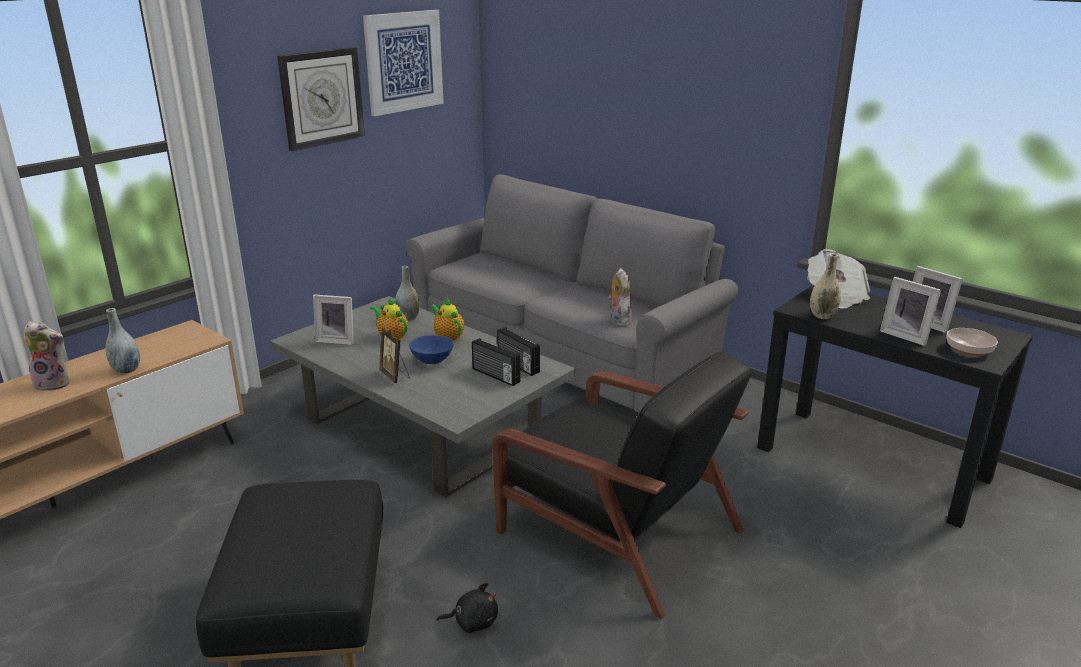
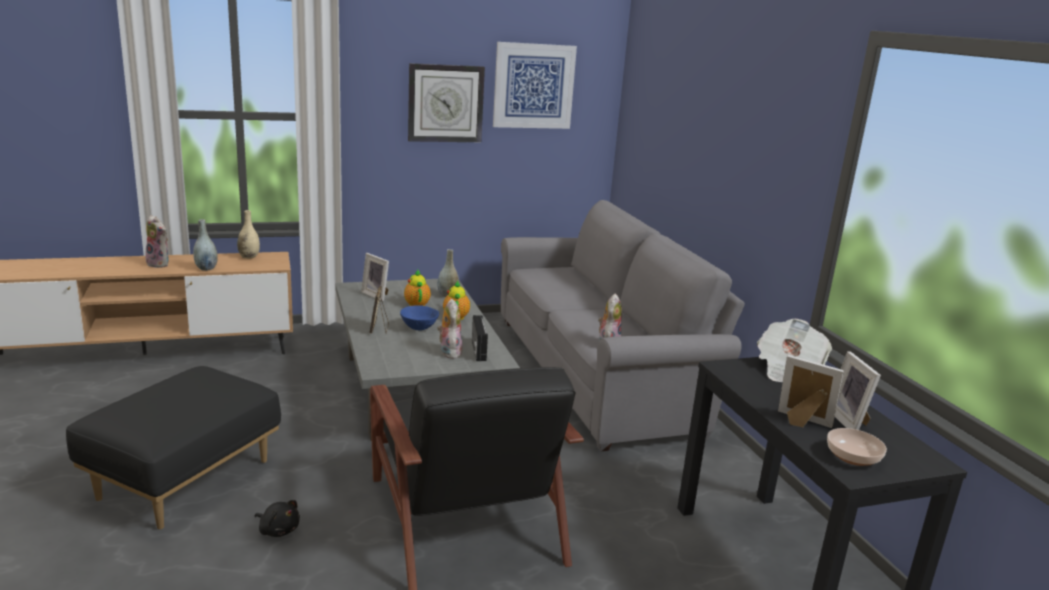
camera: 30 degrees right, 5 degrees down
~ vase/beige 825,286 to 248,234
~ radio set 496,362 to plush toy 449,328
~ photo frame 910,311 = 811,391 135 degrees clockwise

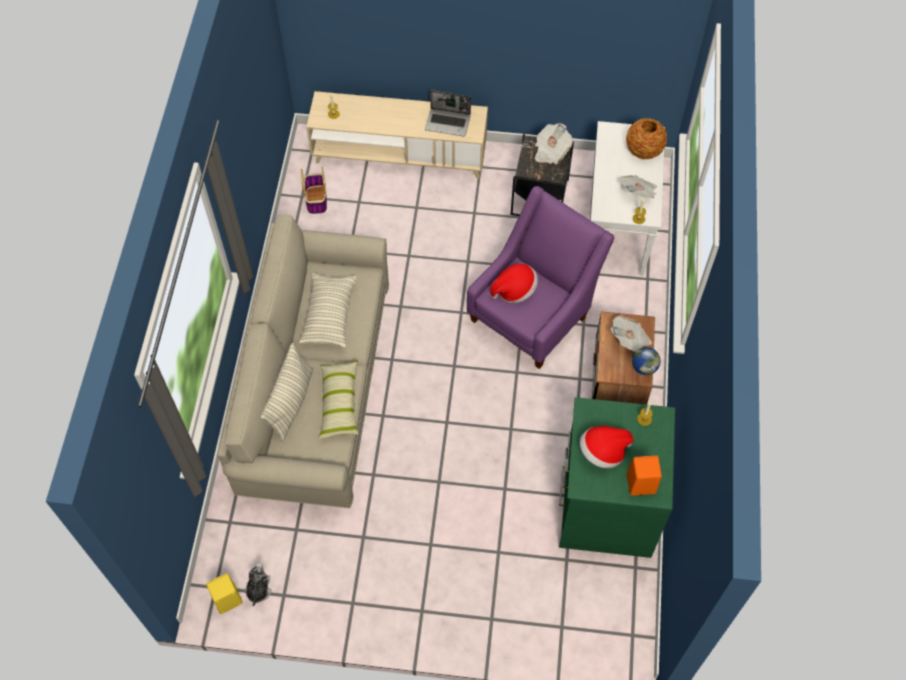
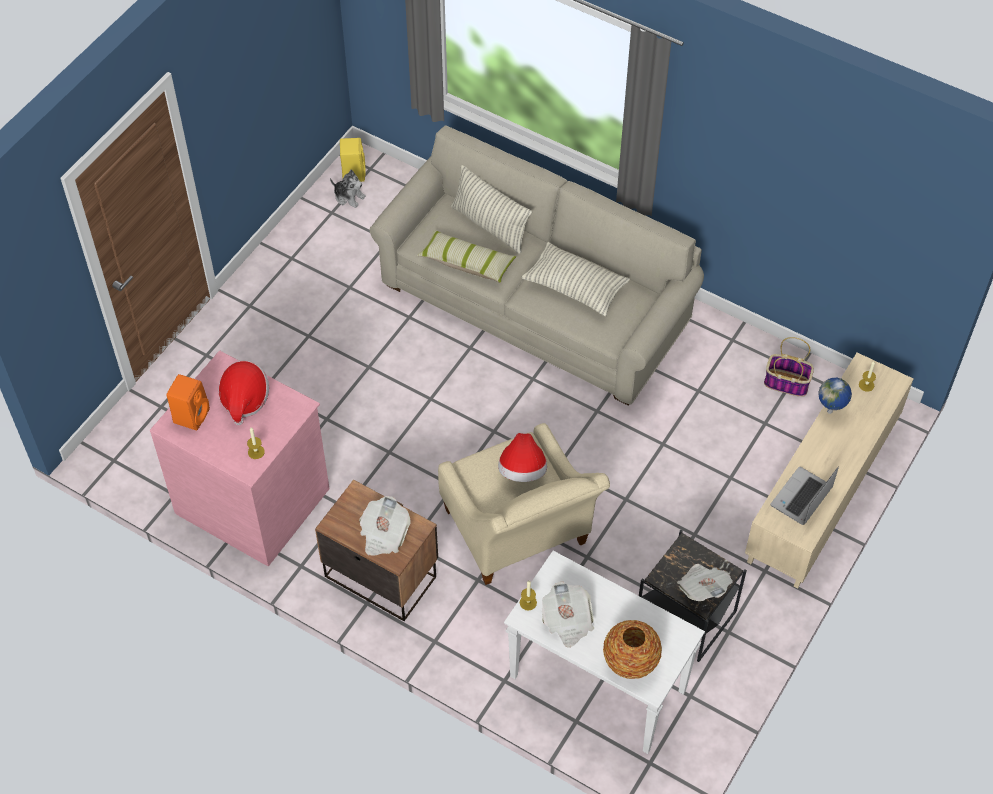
camera: 115 degrees right, 5 degrees down
~ chest of drawers/green 617,477 to chest of drawers/pinkish 240,458
~ easy chair/purple 540,277 to easy chair/beige 524,504
~ desk globe 646,361 to 835,396

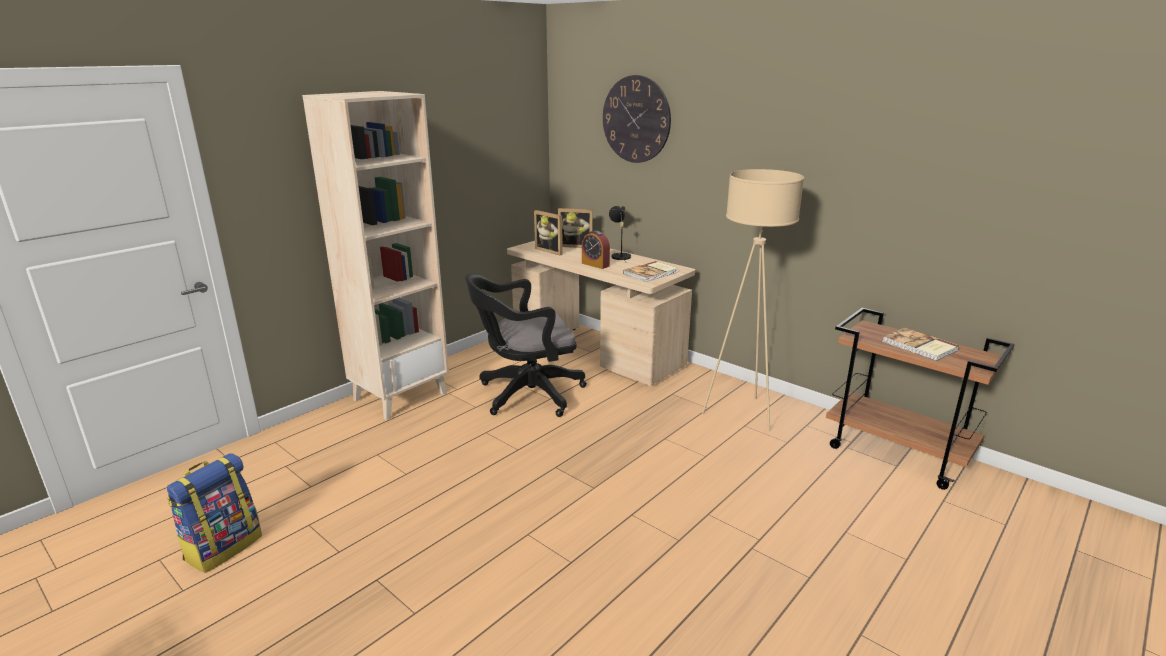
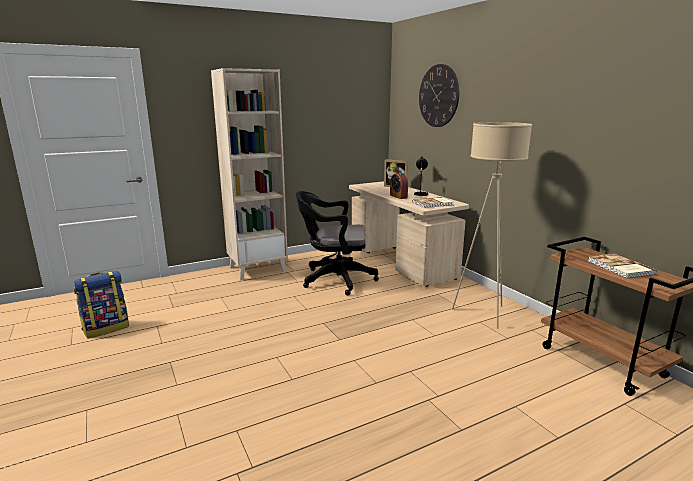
camera: 20 degrees right, 5 degrees down
- photo frame 548,232

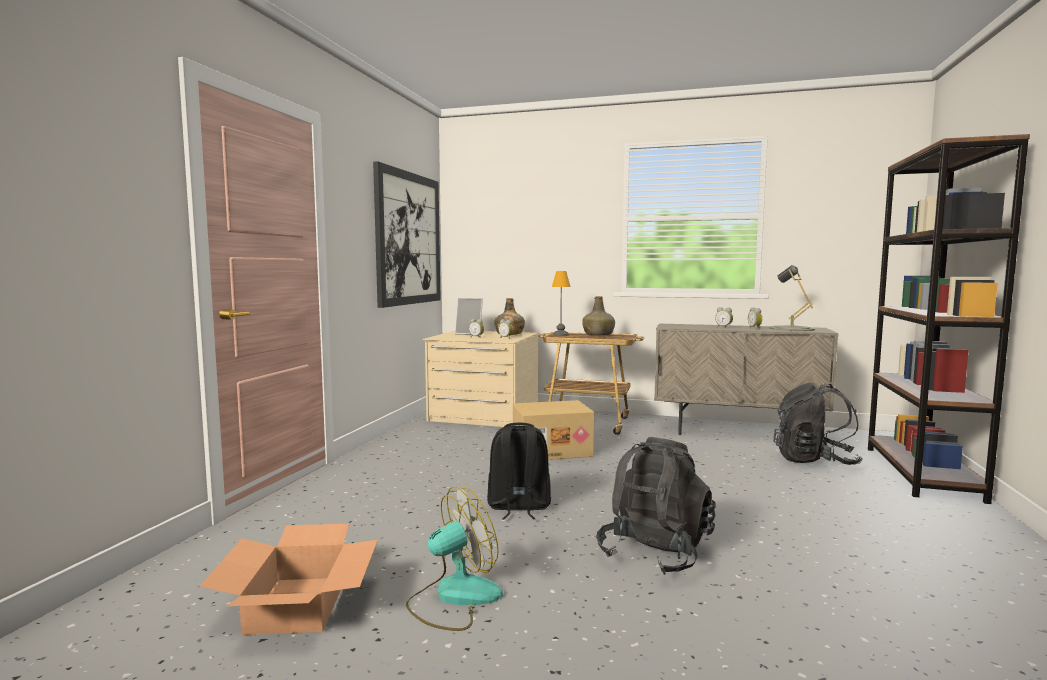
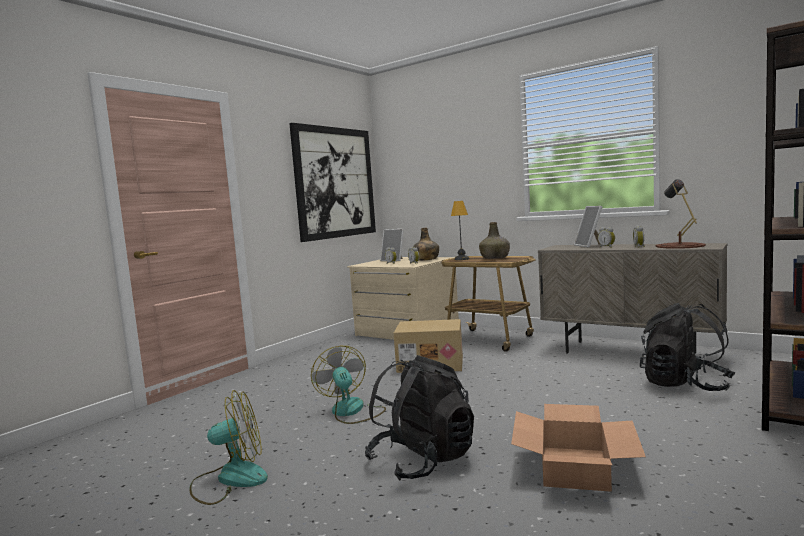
camera: 20 degrees right, 0 degrees up
~ rucksack/black-coloured 519,471 to fan 348,385
~ packing box 289,579 to 578,448
+ photo frame 588,226
~ table lamp/greyish 792,298 to table lamp/brown-coloured 681,214

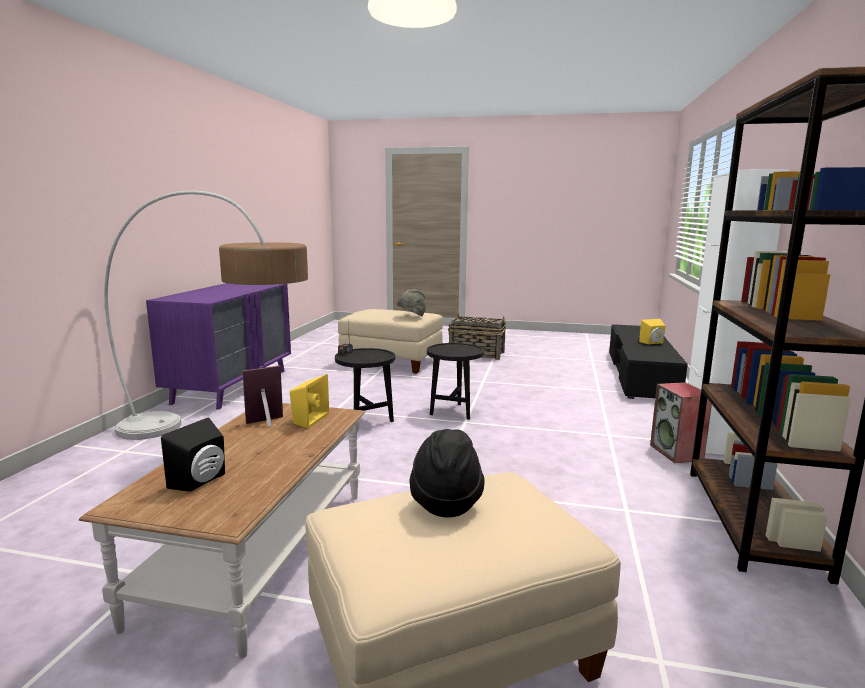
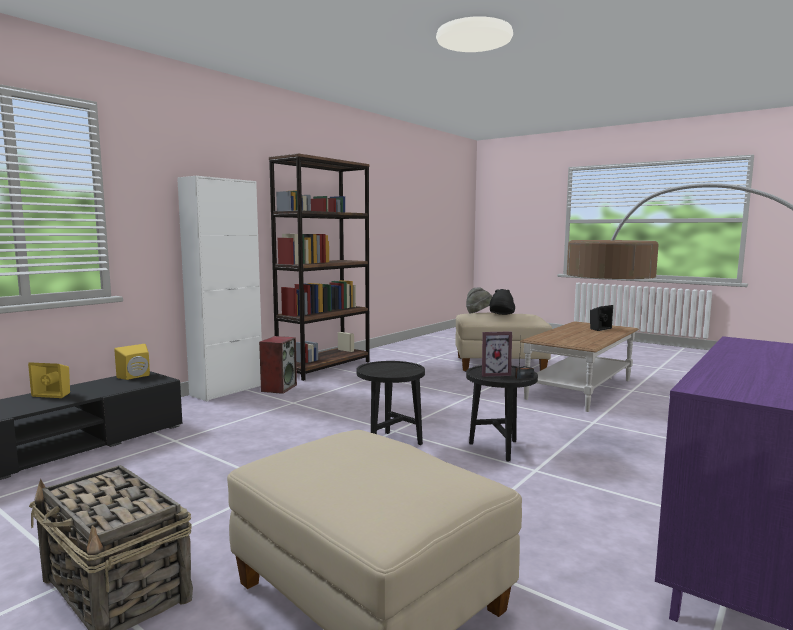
camera: 155 degrees left, 5 degrees down
~ loudspeaker/yellow 309,401 to 132,362
~ hat/greyish 411,302 to 479,300
~ photo frame 262,395 to 497,354

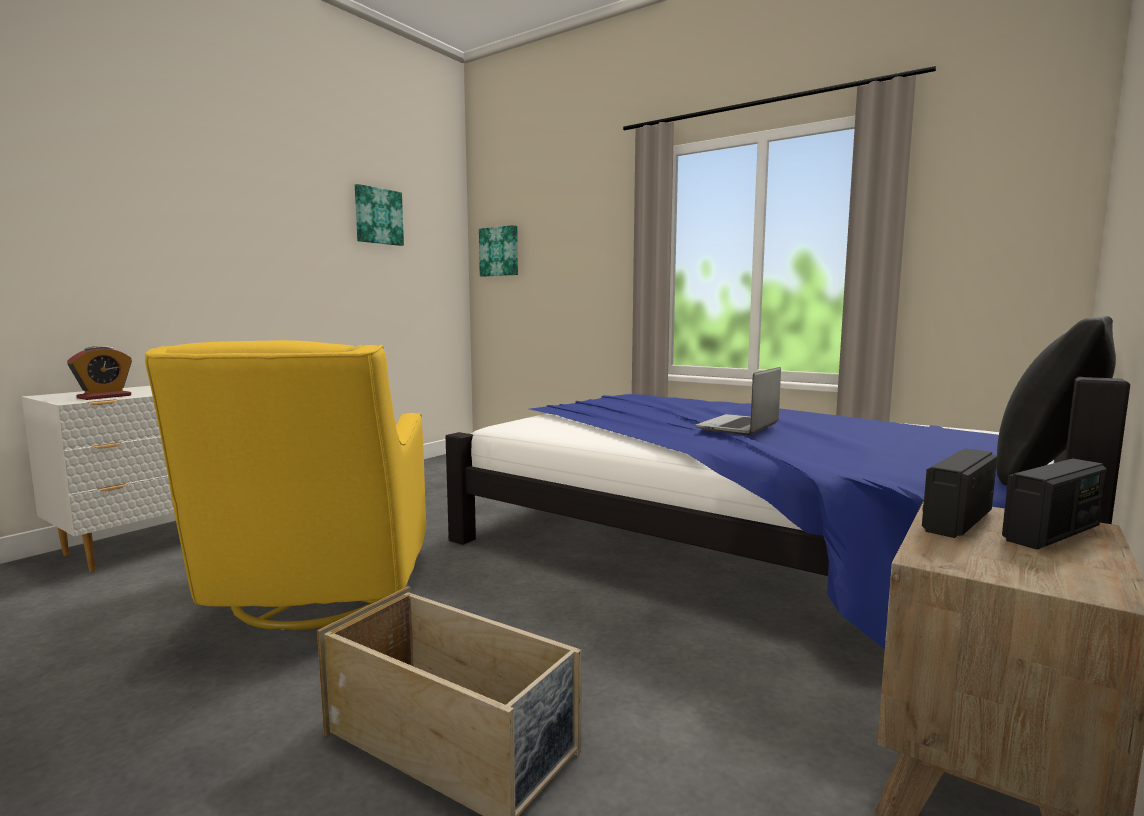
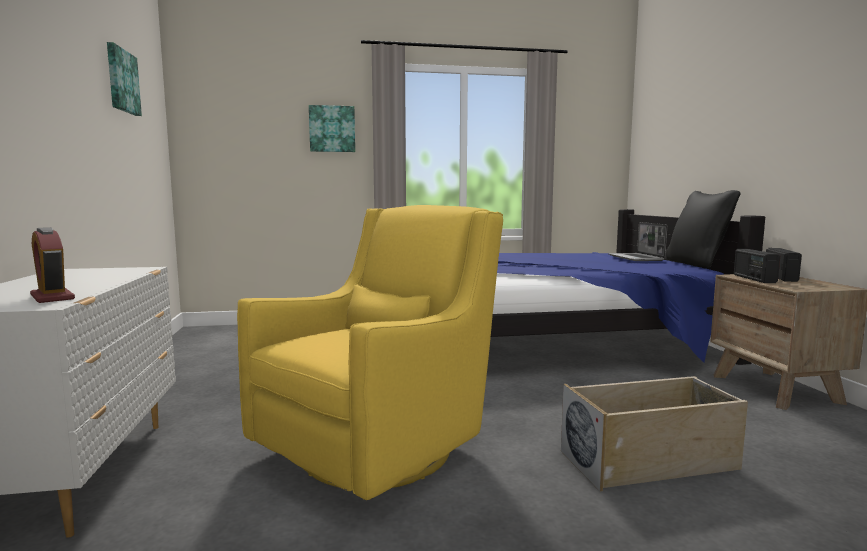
camera: 45 degrees left, 0 degrees up
~ alarm clock 99,373 = 52,265 150 degrees clockwise
~ easy chair/yellow 285,485 = 370,352 90 degrees counterclockwise
~ wall art 498,251 to 332,128
~ laptop 738,401 to 637,241

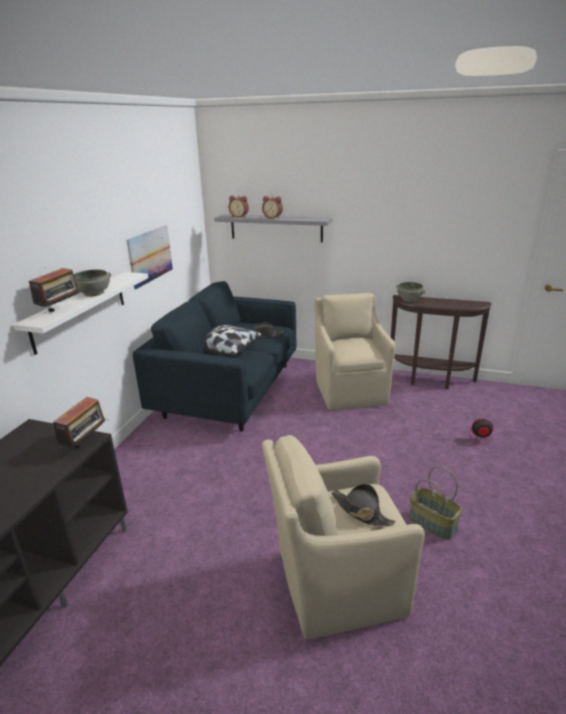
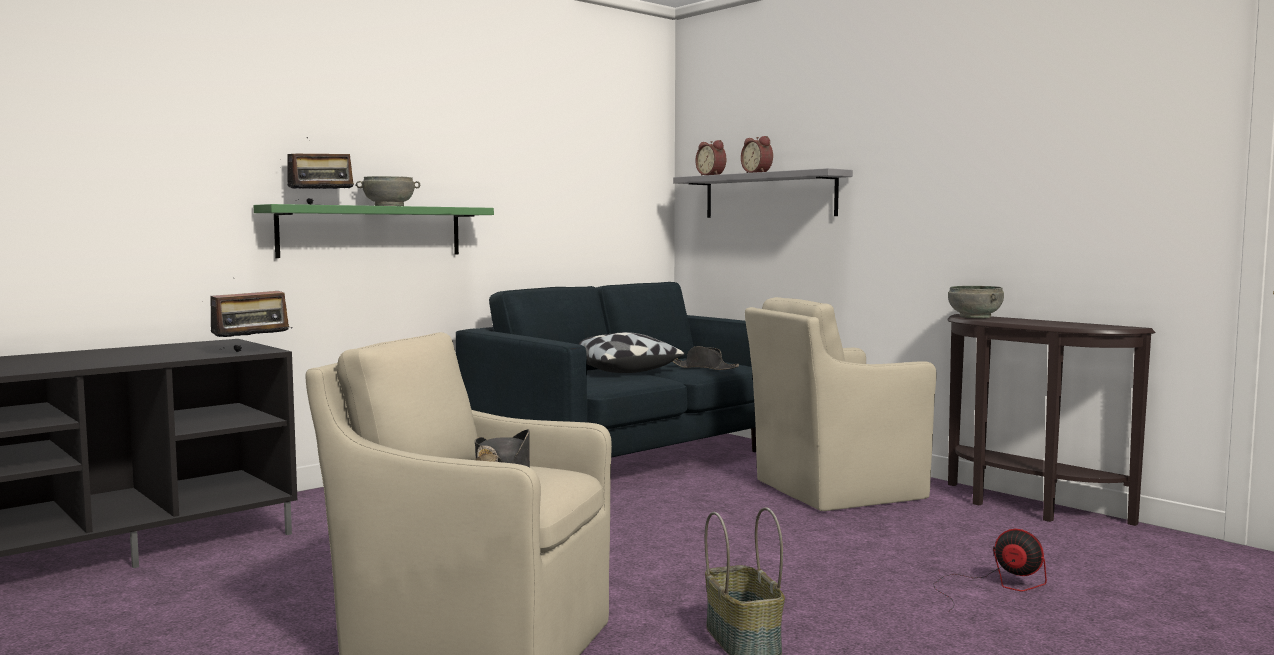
camera: 30 degrees right, 20 degrees down
~ wall shelf/white-coloured 80,313 to wall shelf/green 374,231
~ easy chair/beige 354,351 = 841,404 135 degrees counterclockwise
- wall art 149,257

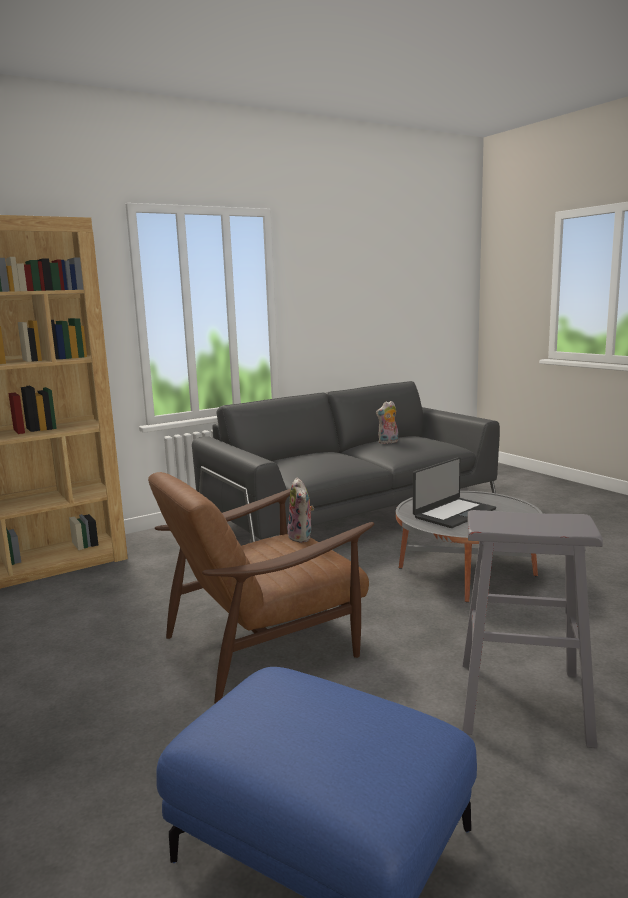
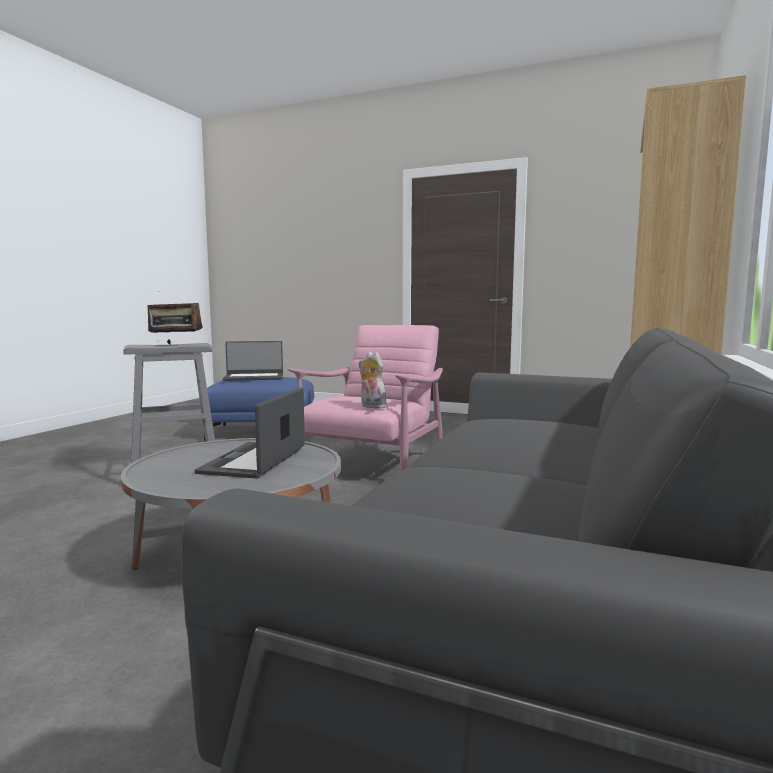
camera: 145 degrees right, 5 degrees down
+ radio set 175,317
+ laptop 253,361
~ easy chair/brown-coloured 261,587 to easy chair/pinkish 365,398
- plush toy 387,422

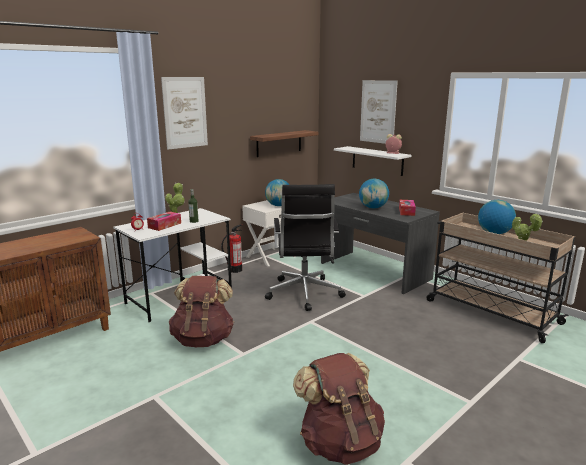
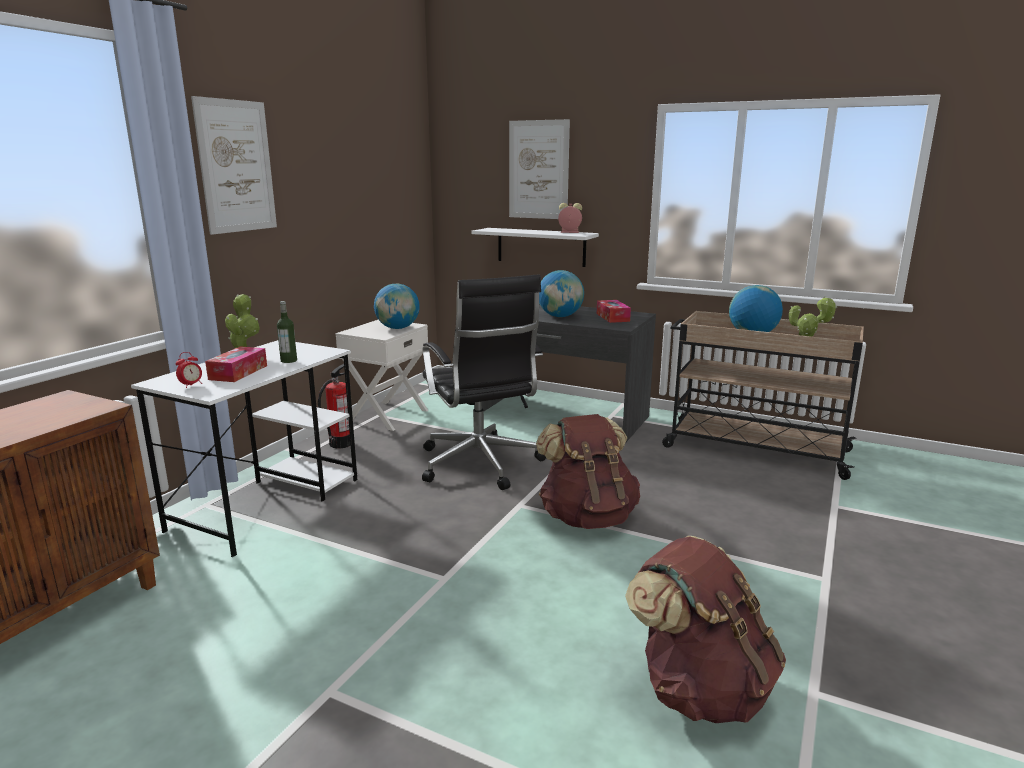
camera: 20 degrees left, 0 degrees up
~ rucksack/brown-coloured 201,311 to 588,471
- wall shelf 284,143

